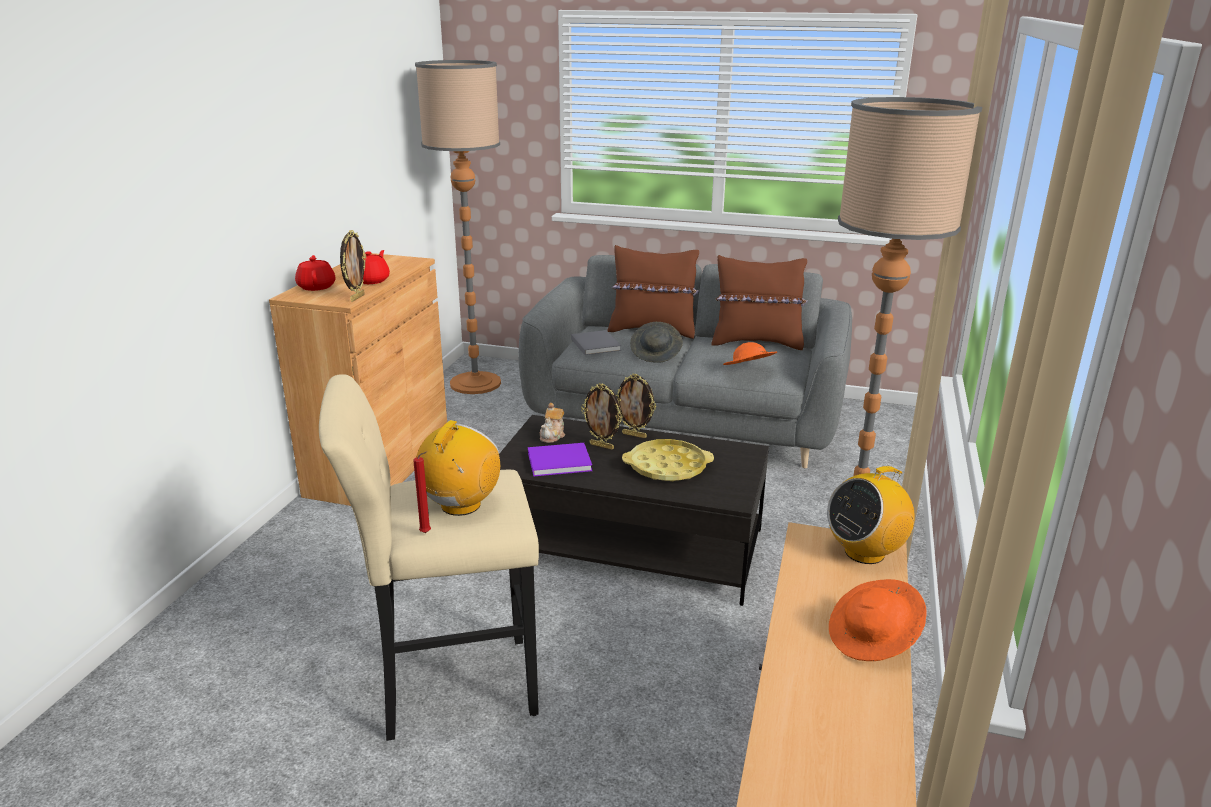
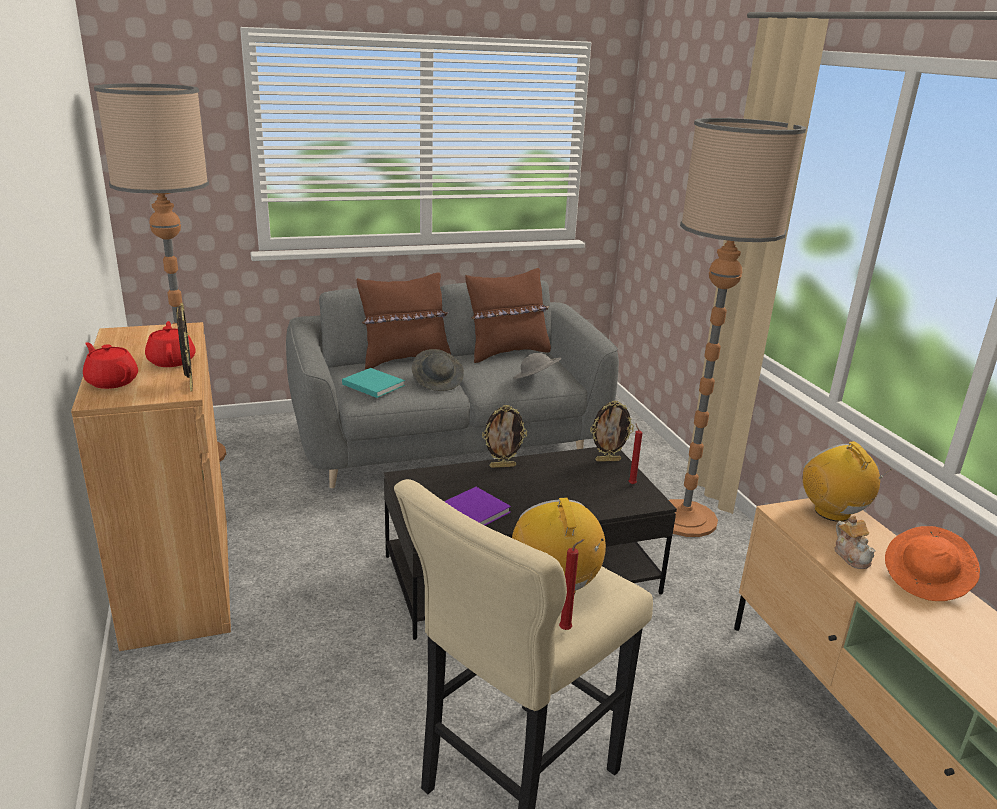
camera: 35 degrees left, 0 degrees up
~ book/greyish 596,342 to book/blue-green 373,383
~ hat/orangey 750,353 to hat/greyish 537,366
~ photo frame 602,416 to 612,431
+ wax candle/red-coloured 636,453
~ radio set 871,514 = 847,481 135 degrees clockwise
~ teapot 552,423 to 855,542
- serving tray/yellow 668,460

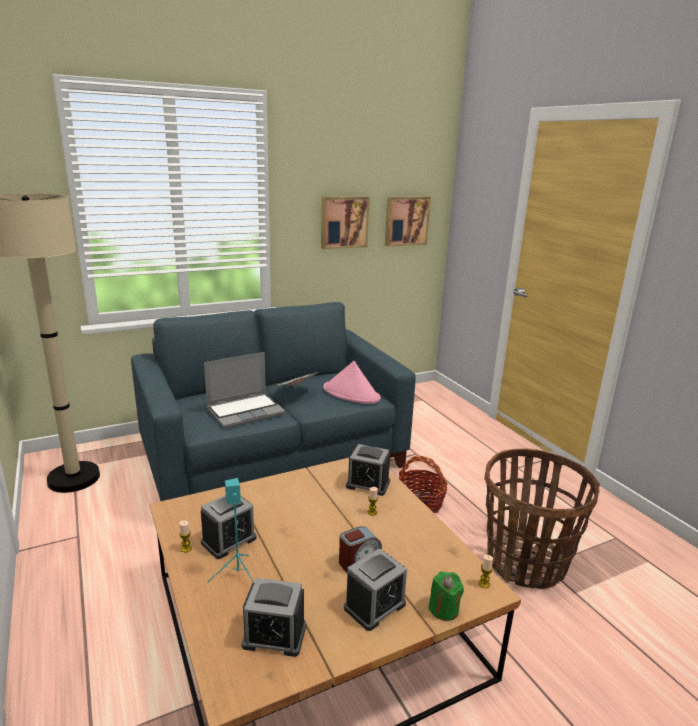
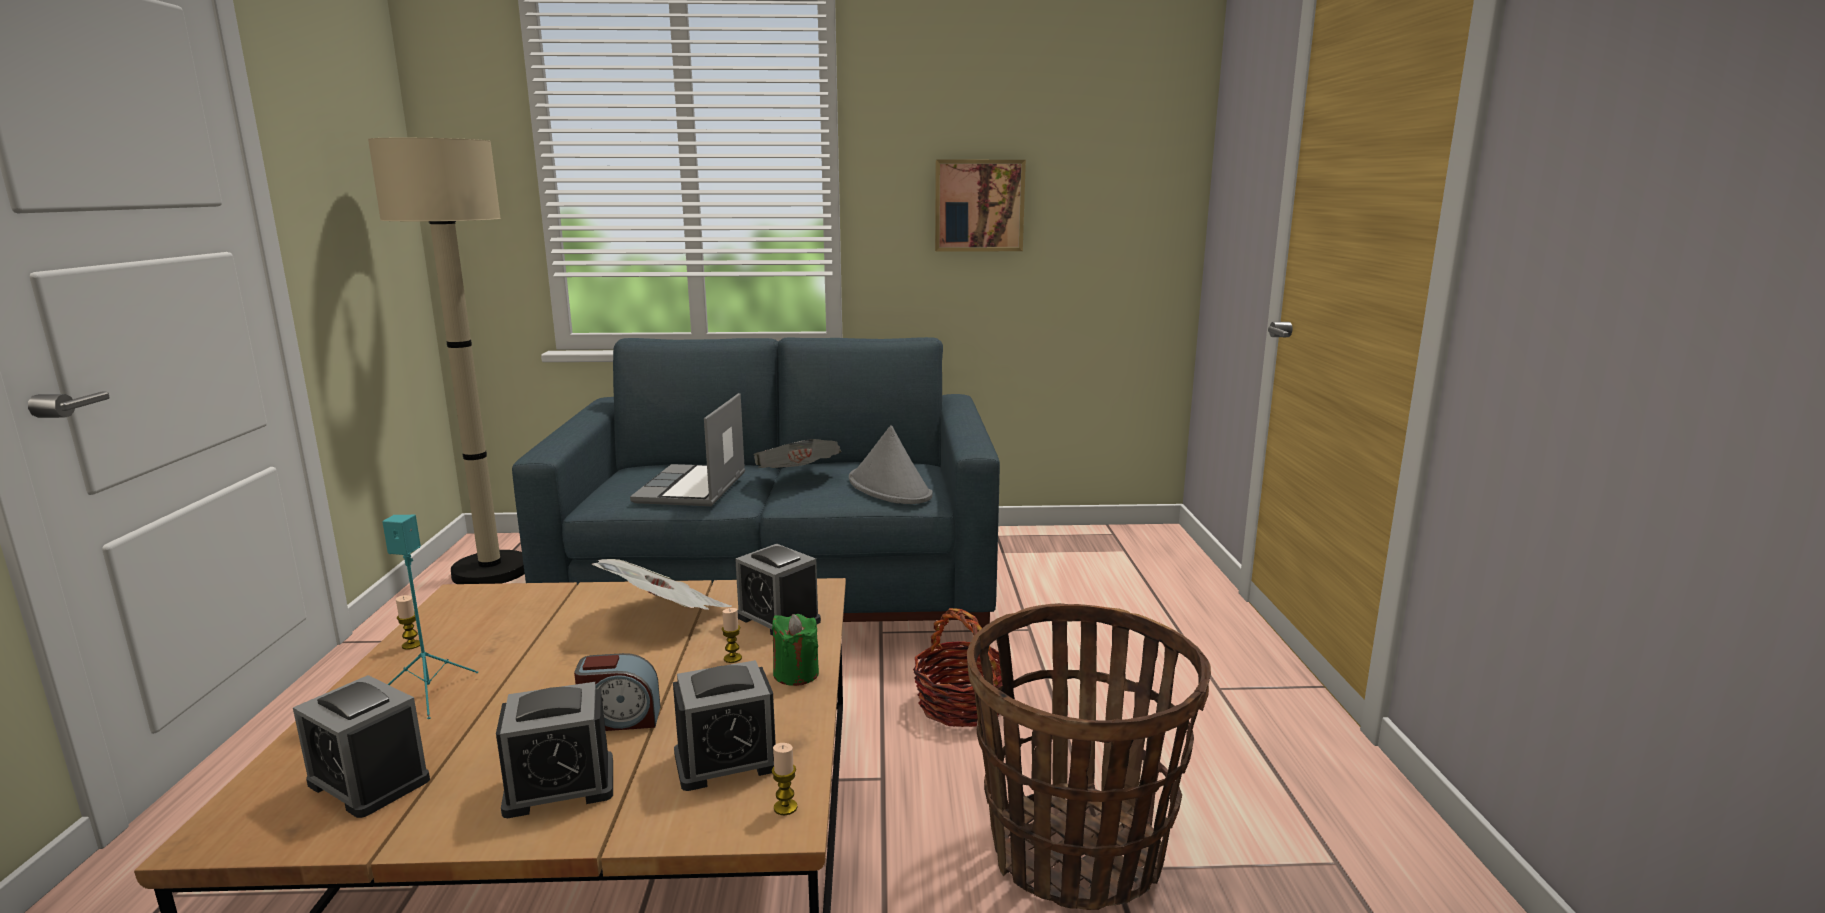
camera: 25 degrees right, 5 degrees down
+ newspaper 662,584
~ laptop 244,390 = 687,449 105 degrees clockwise
~ alarm clock 229,527 to 724,725
~ wax candle/green 446,596 to 795,650
~ hat/pinkish 352,382 to hat/greyish 891,464
- wall art 408,222

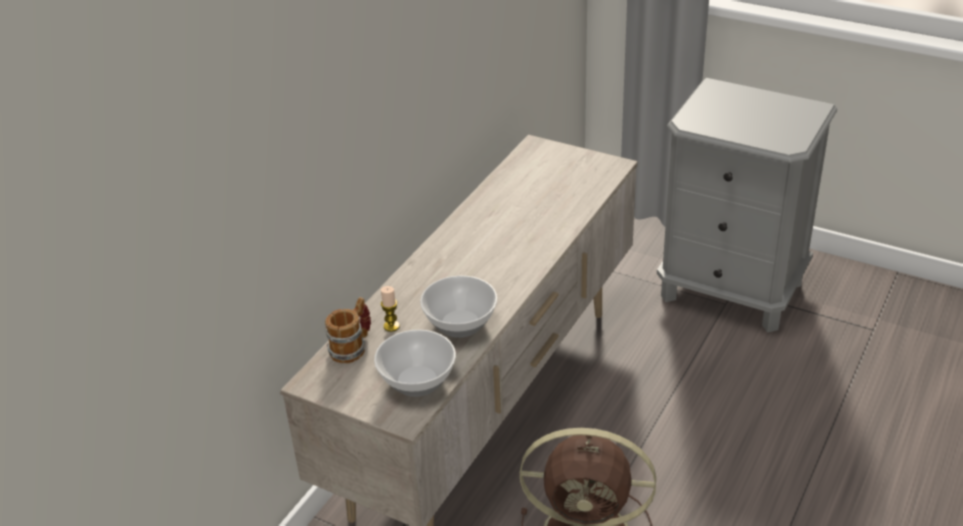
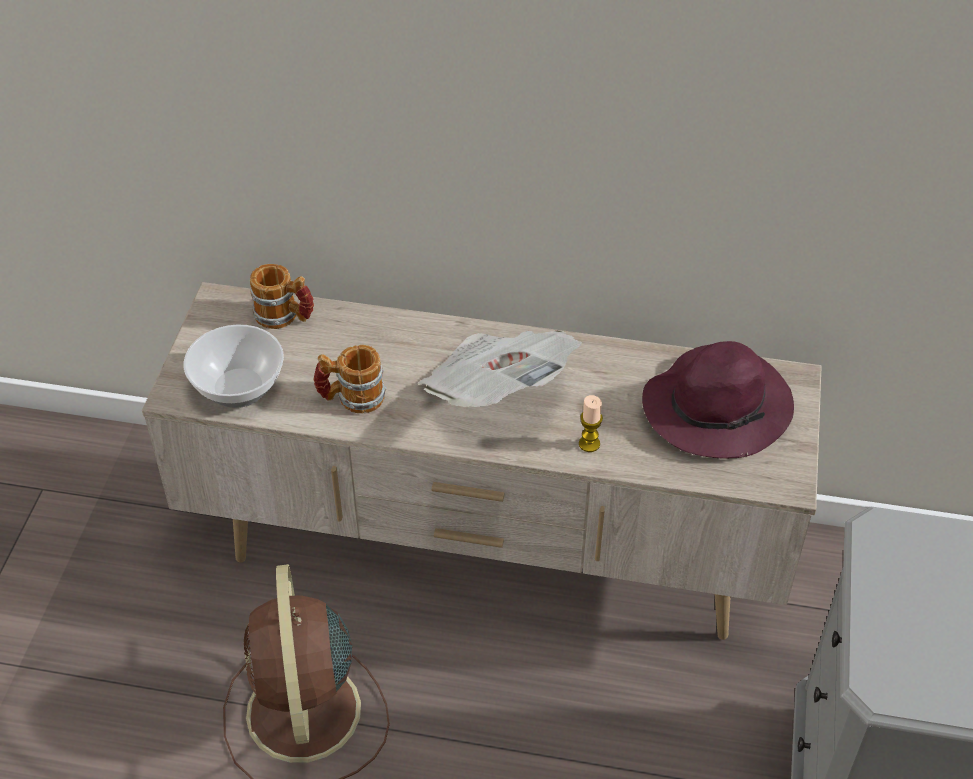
camera: 70 degrees right, 10 degrees up
~ deep dish 458,307 to tea mug 350,379
+ newspaper 500,369
~ wax candle 390,309 to 591,423
+ hat/purple 718,400

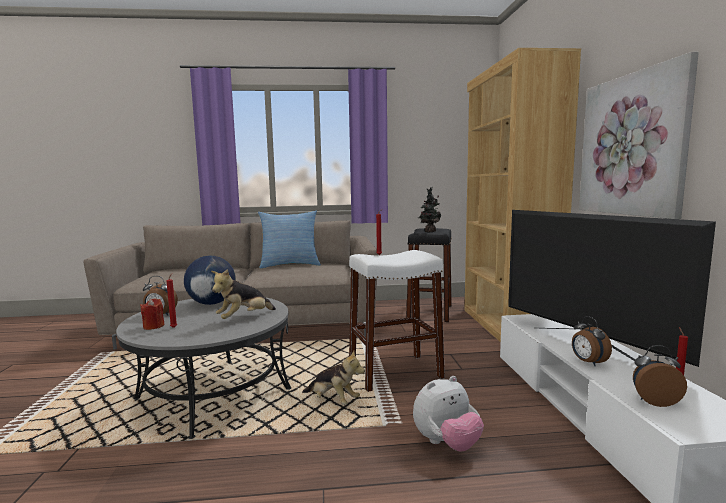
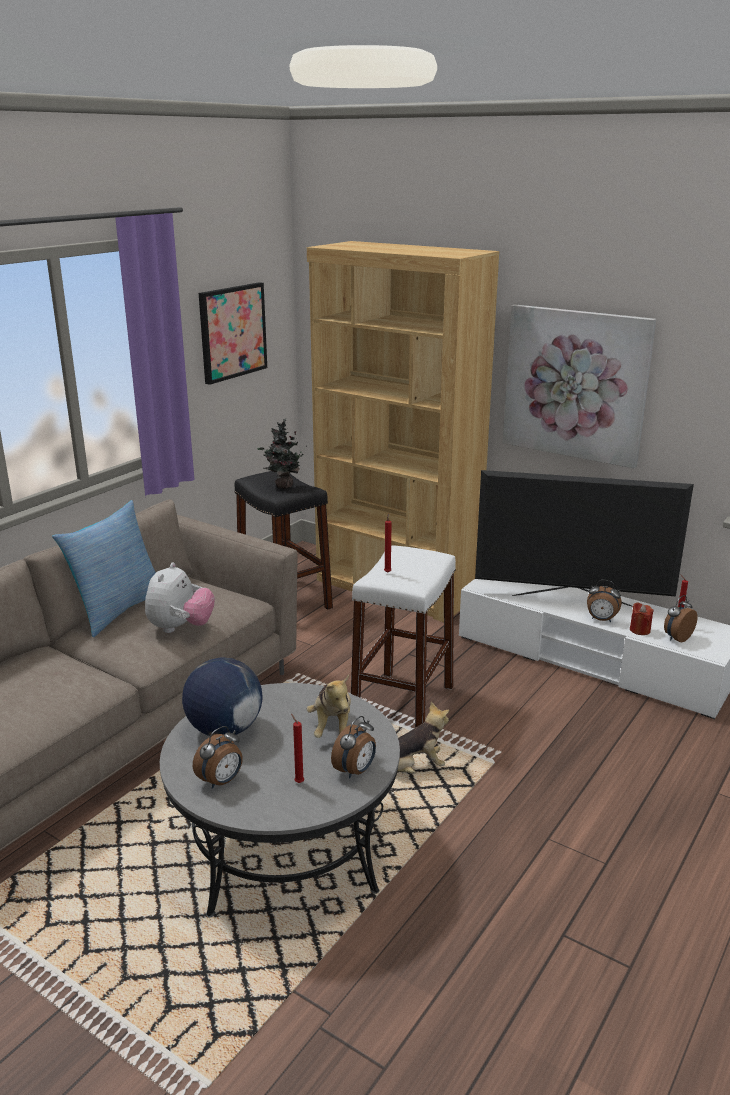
camera: 50 degrees left, 15 degrees up
~ plush toy 448,414 to 180,597
+ wall art 233,333
+ alarm clock 353,747
~ wax candle/red-coloured 152,314 to 642,618

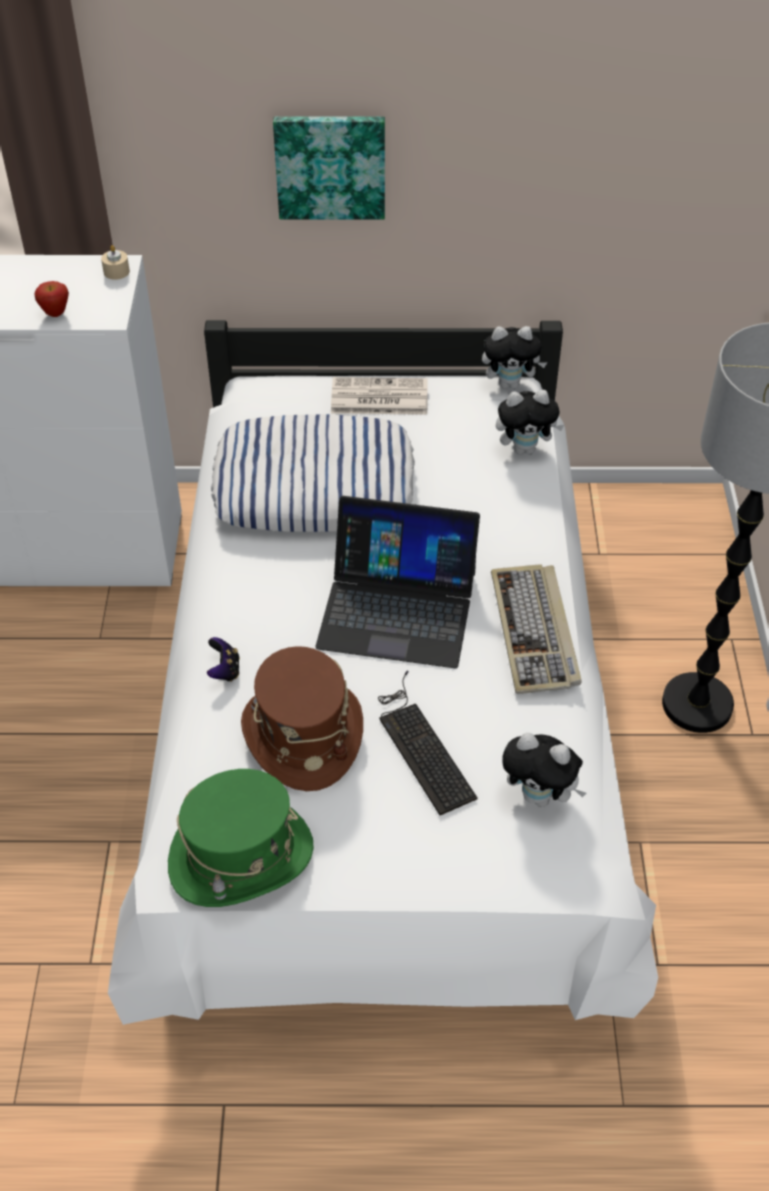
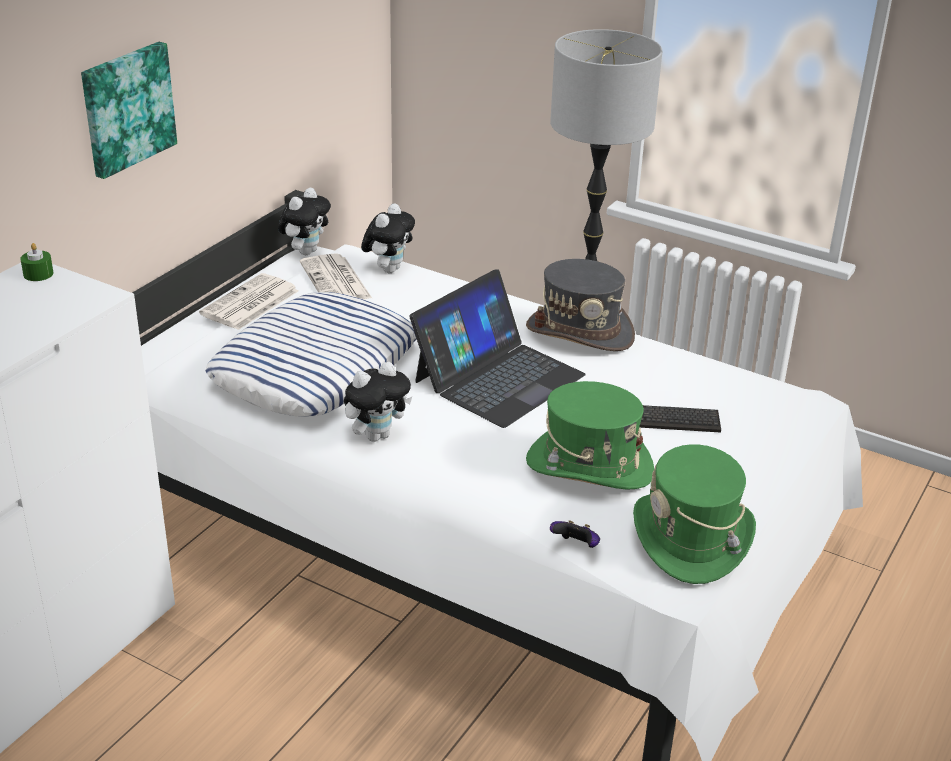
camera: 60 degrees left, 15 degrees down
~ wax candle/beige 115,262 to wax candle/green 37,262
+ newspaper 336,276
~ plush toy 544,770 to 378,402
~ keyboard 536,629 to hat/greyish 580,305
~ hat/brown-coloured 302,718 to hat/green 590,435
~ game controller 223,659 to 575,534
- apple 51,299

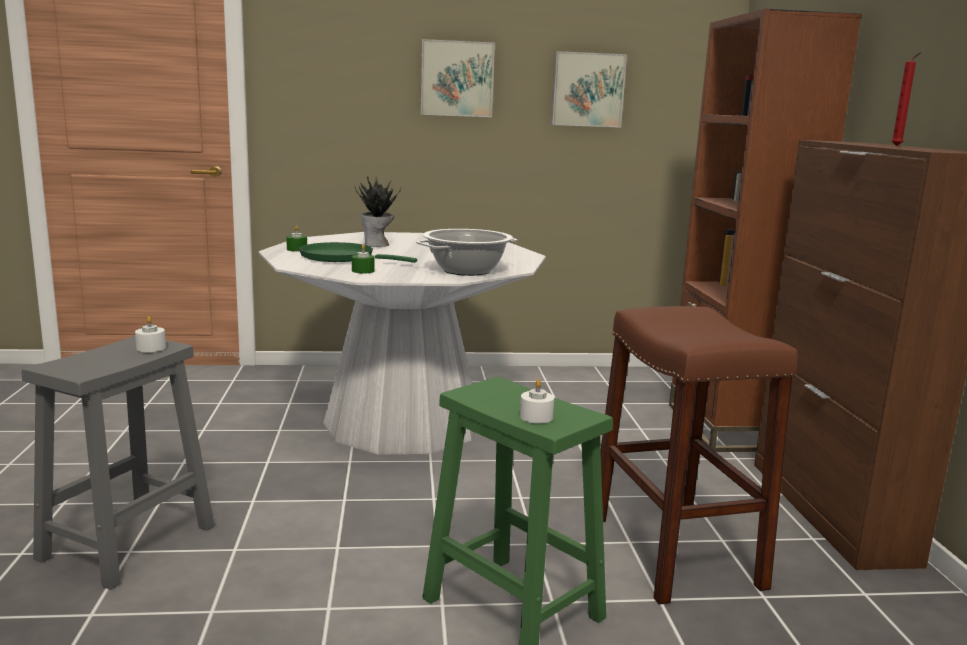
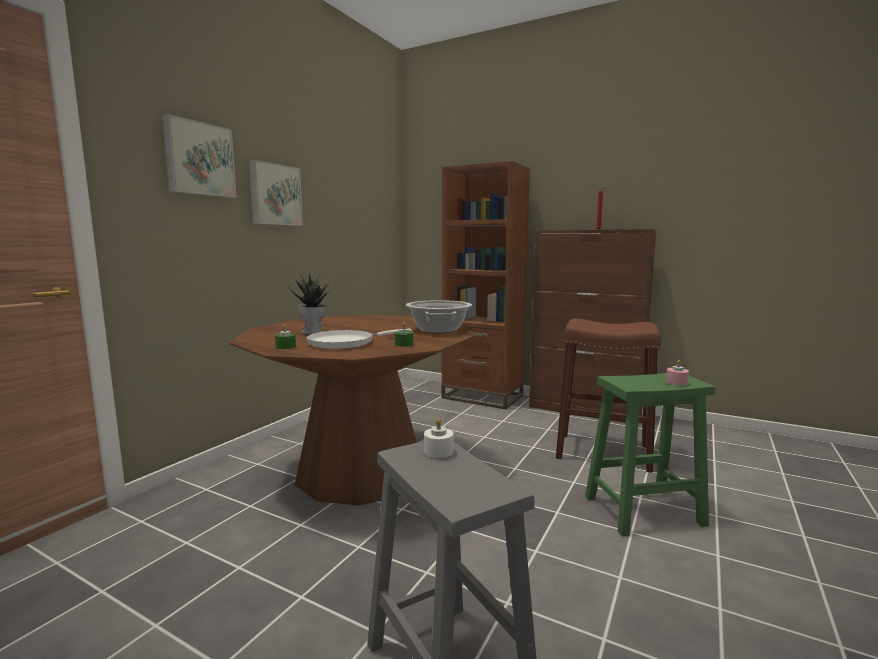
camera: 55 degrees left, 5 degrees down
~ wall art 589,89 to 199,156
~ dining table/white-coloured 402,343 to dining table/brown-coloured 352,410
~ skillet/green 358,252 to skillet/white-coloured 359,339
~ wax candle/white-coloured 537,401 to wax candle/pinkish 677,372

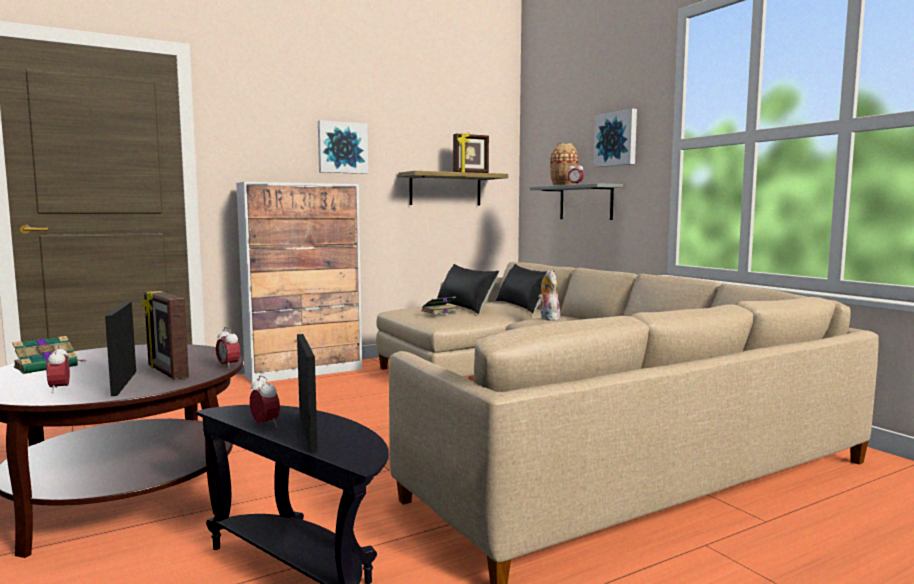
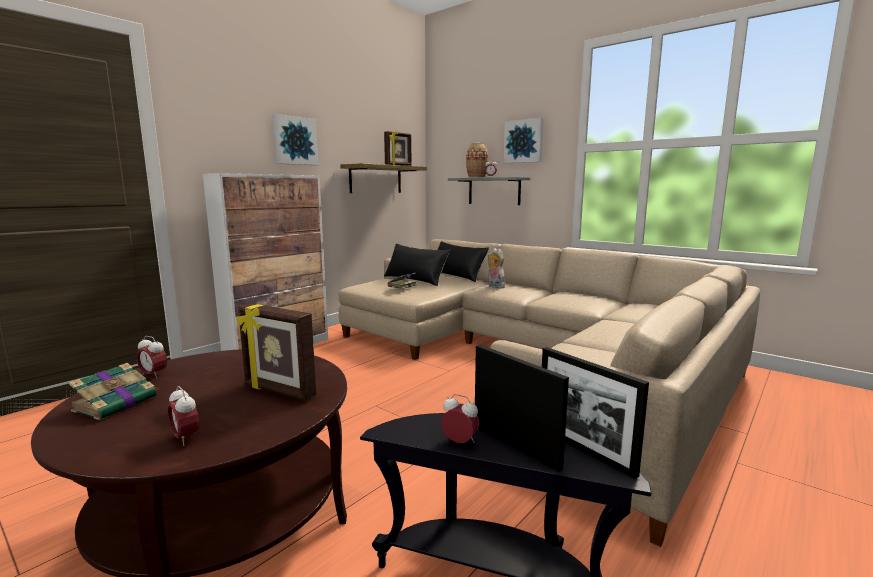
camera: 20 degrees left, 5 degrees up
~ alarm clock 228,348 to 152,357
~ photo frame 120,349 to 595,413

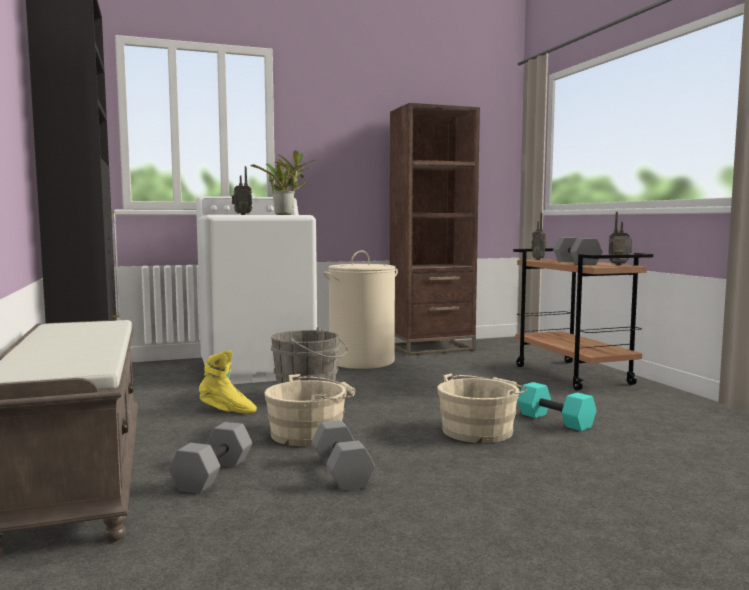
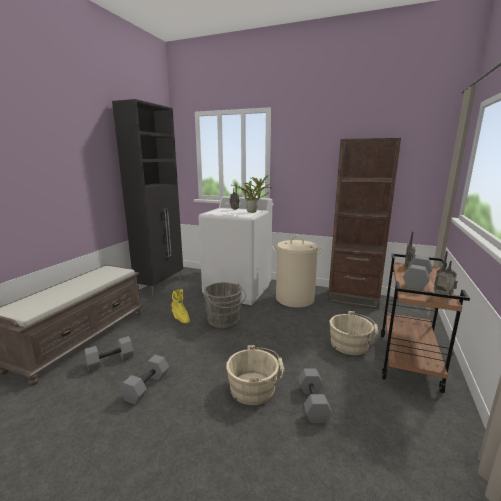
camera: 40 degrees right, 10 degrees up
~ dumbbell/blue-green 557,406 to dumbbell/greyish 315,396
~ water bucket/beige 309,410 to 354,333

